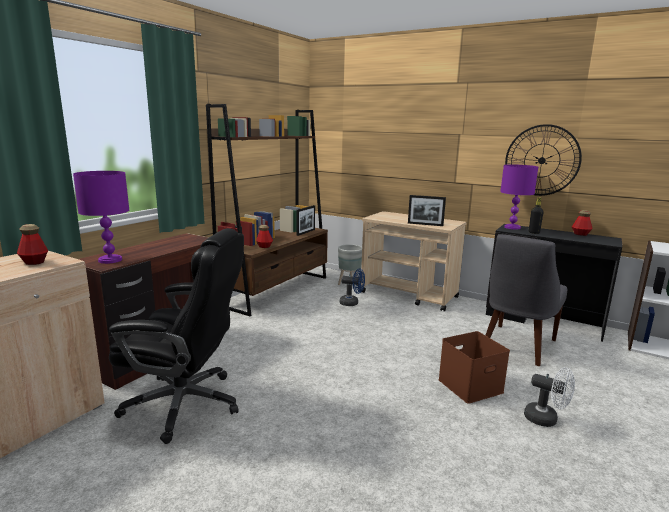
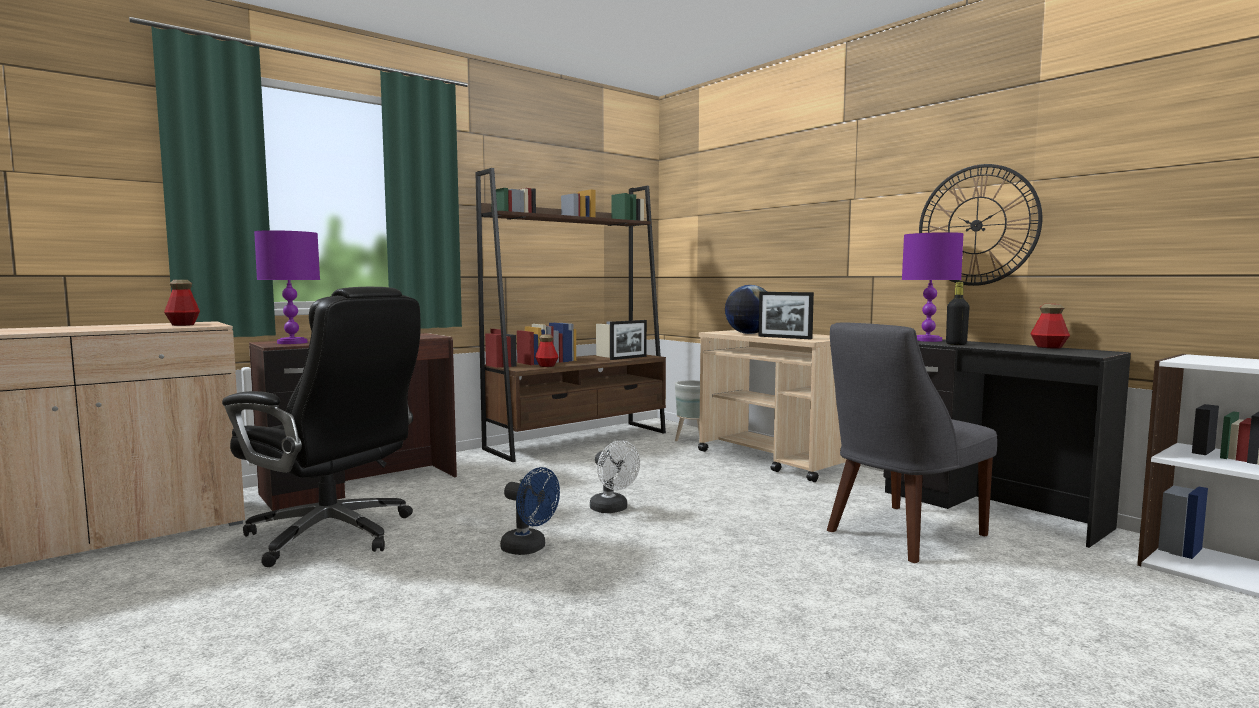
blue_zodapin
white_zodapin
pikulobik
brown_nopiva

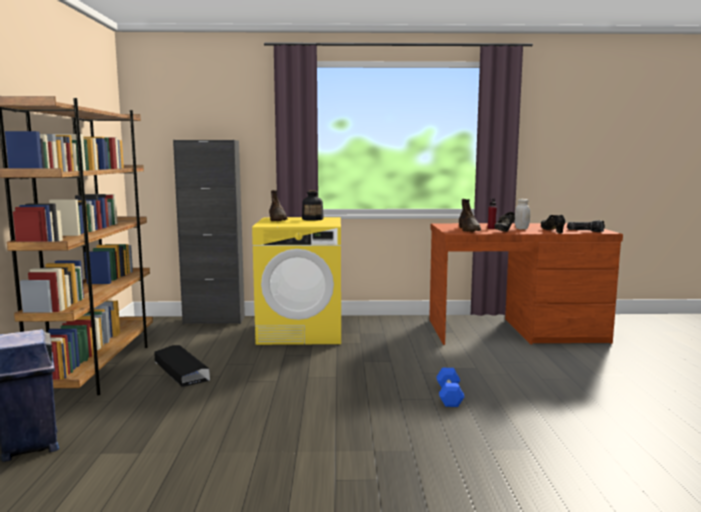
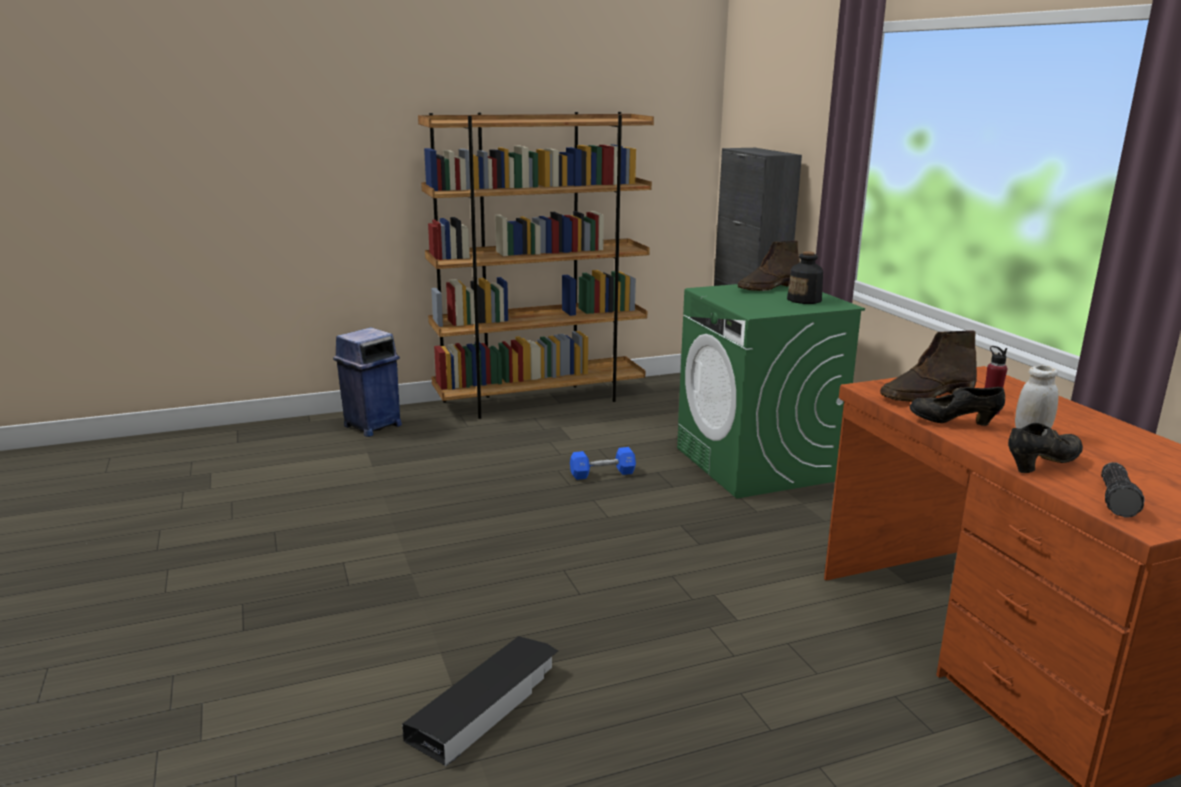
black_nopiva
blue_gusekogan
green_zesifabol

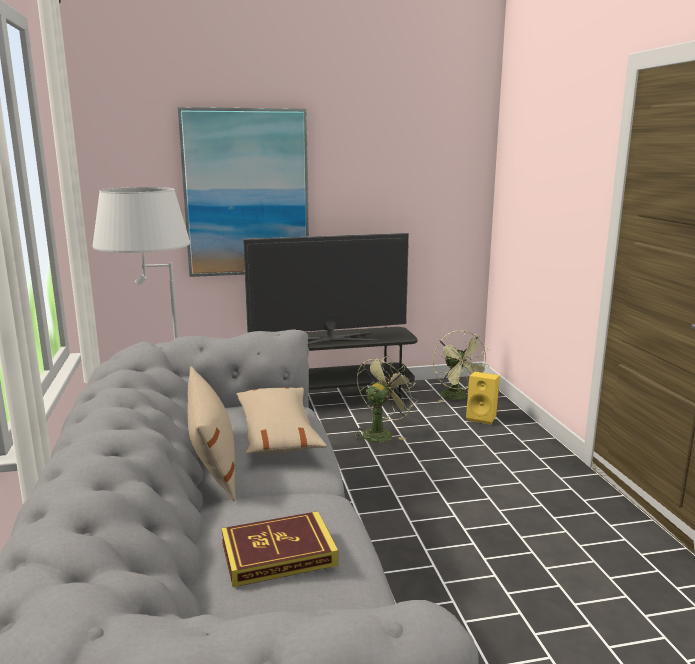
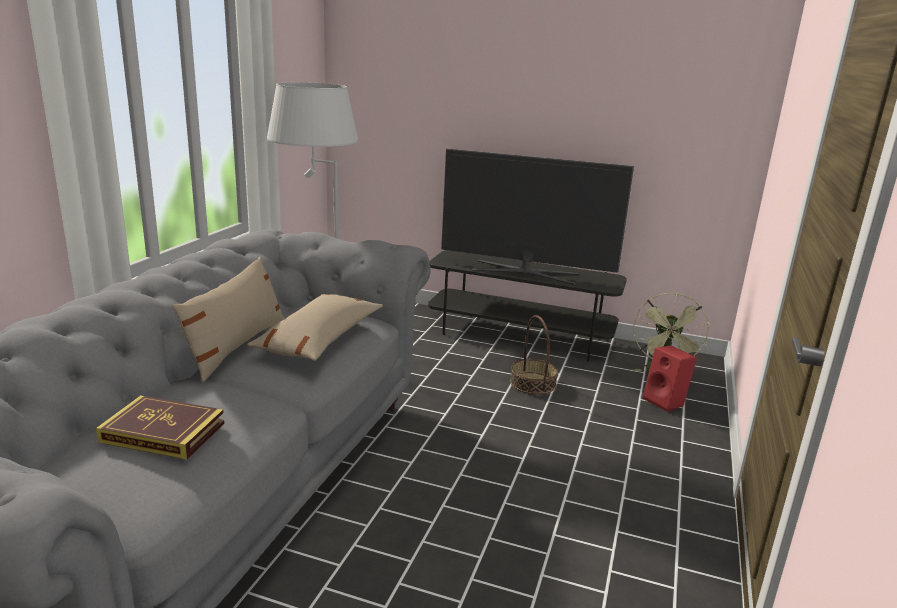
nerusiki
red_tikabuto
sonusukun

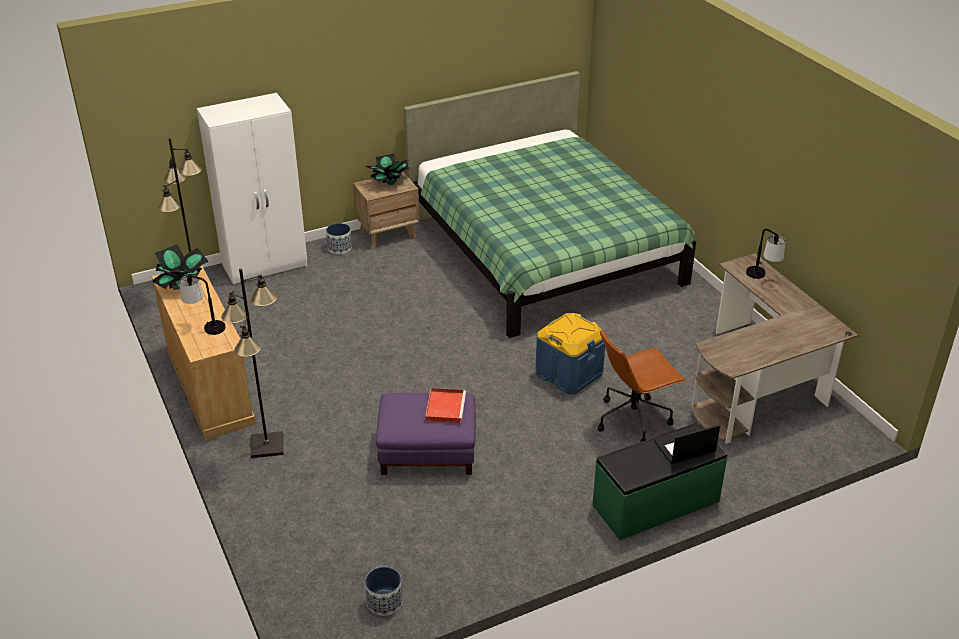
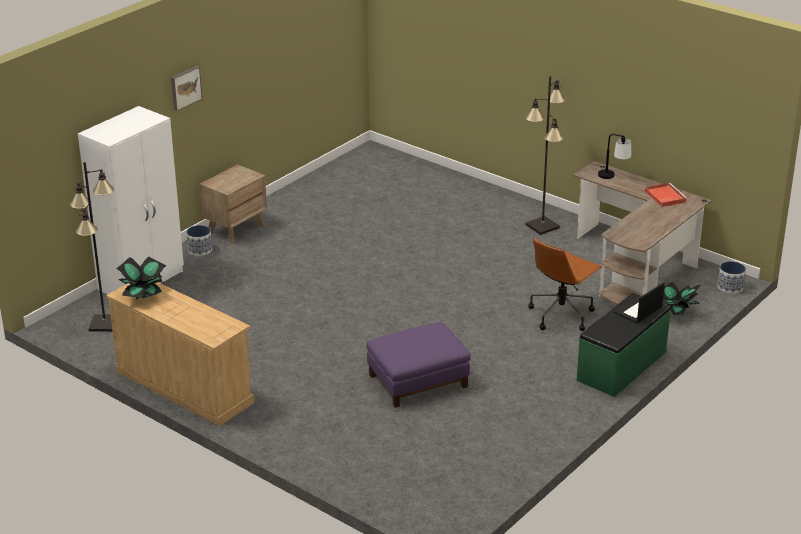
sonusukun
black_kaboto (2nd from left)
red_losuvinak
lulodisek (2nd from left)
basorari (2nd from left)
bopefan (1st from left in the first image)
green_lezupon
blue_nopiva

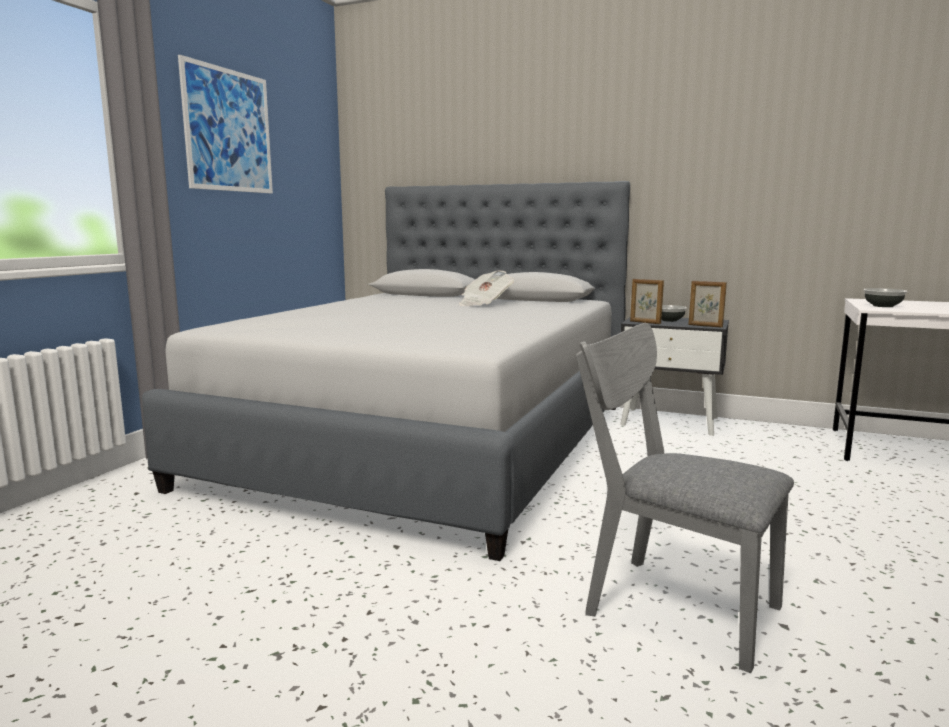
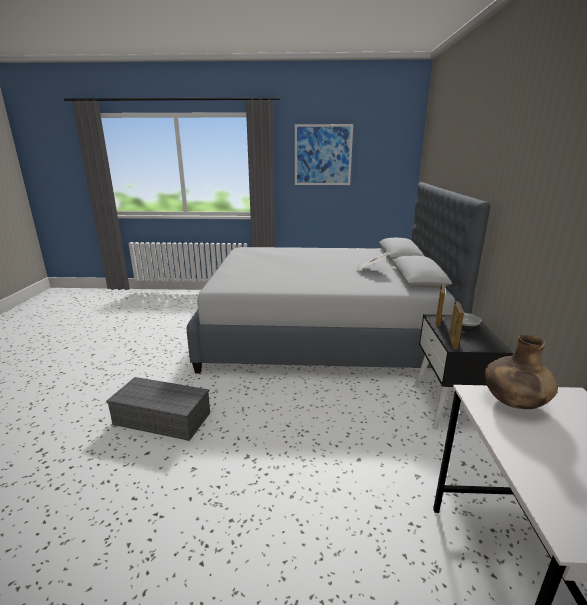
grey_nopiva
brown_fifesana

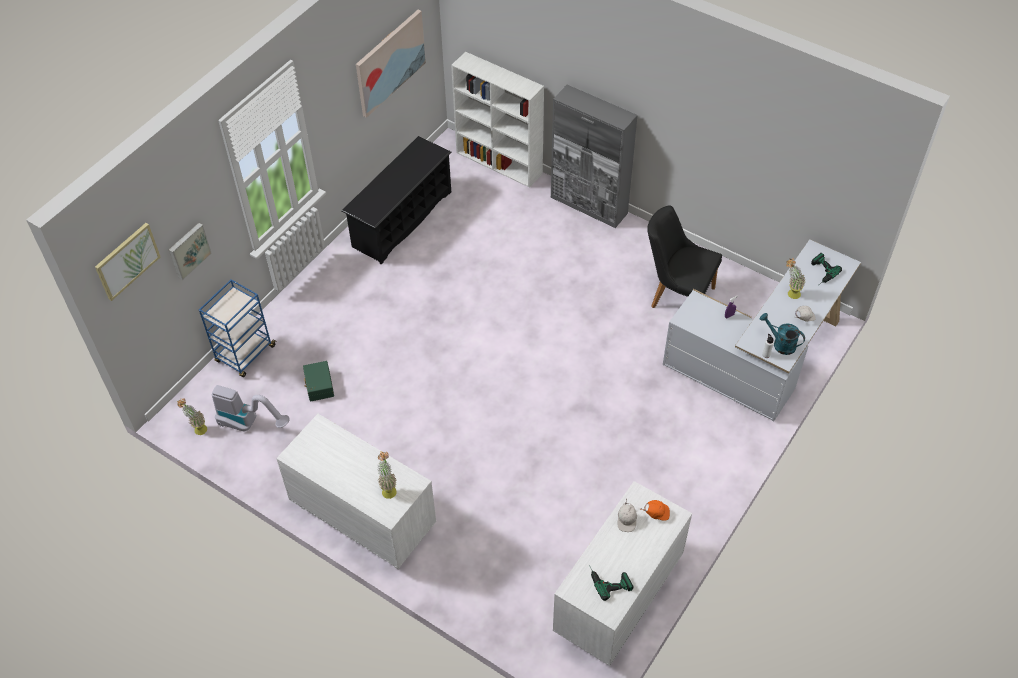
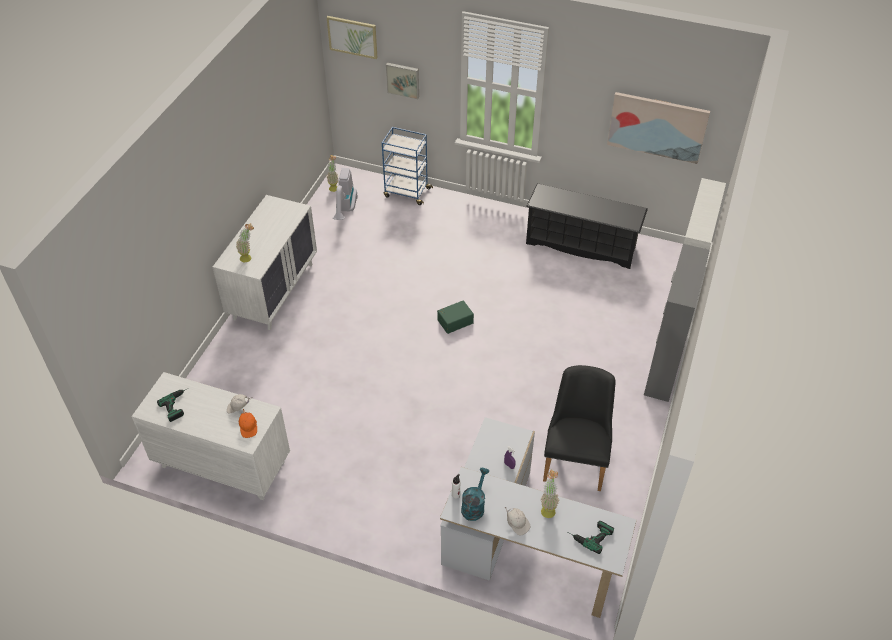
green_nopiva

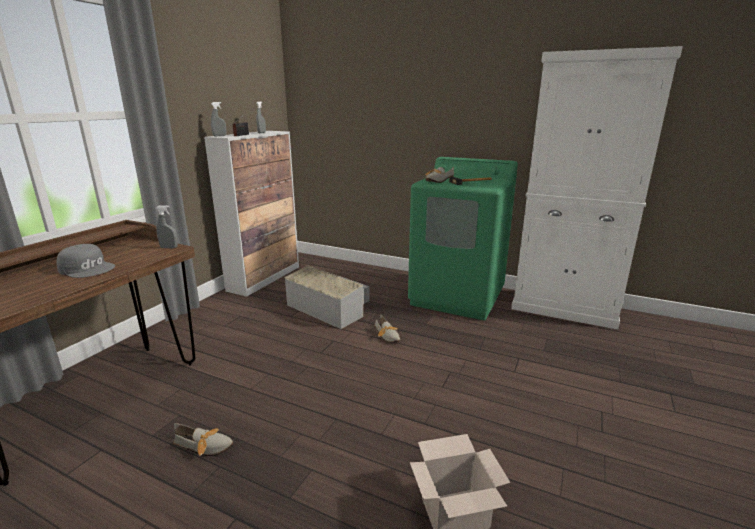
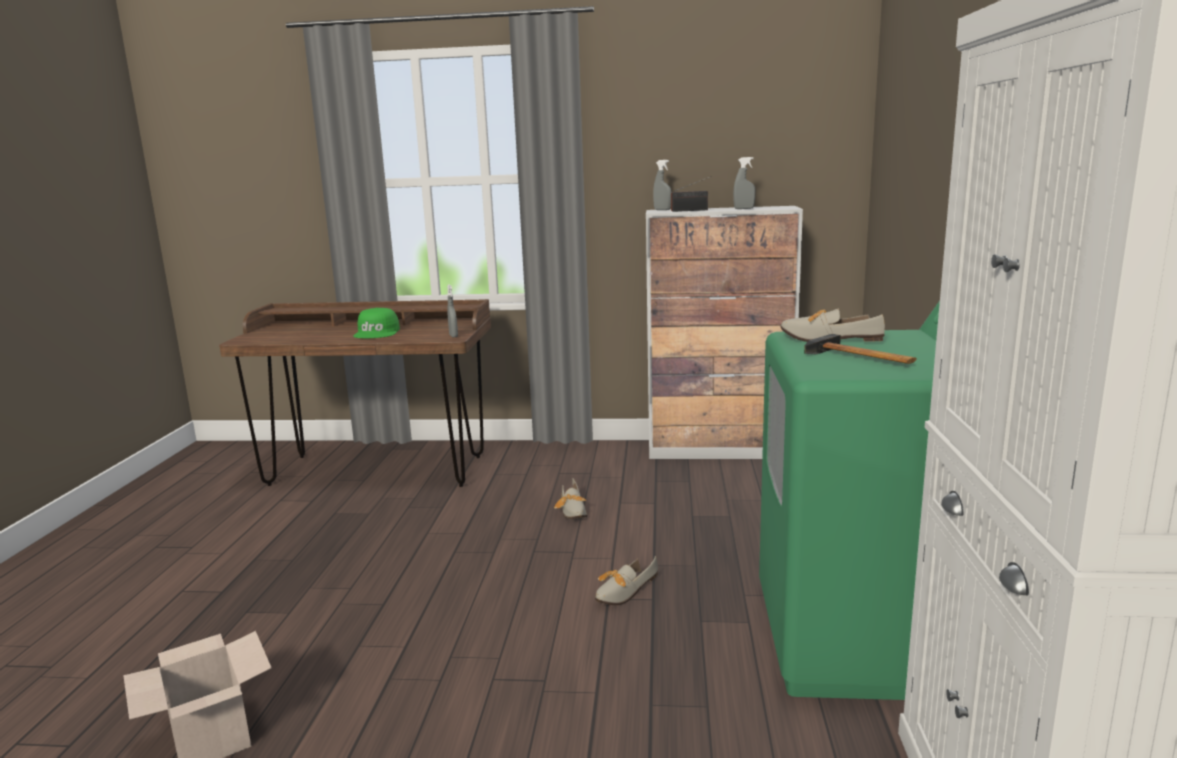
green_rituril
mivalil (1st from left)
grey_nopiva

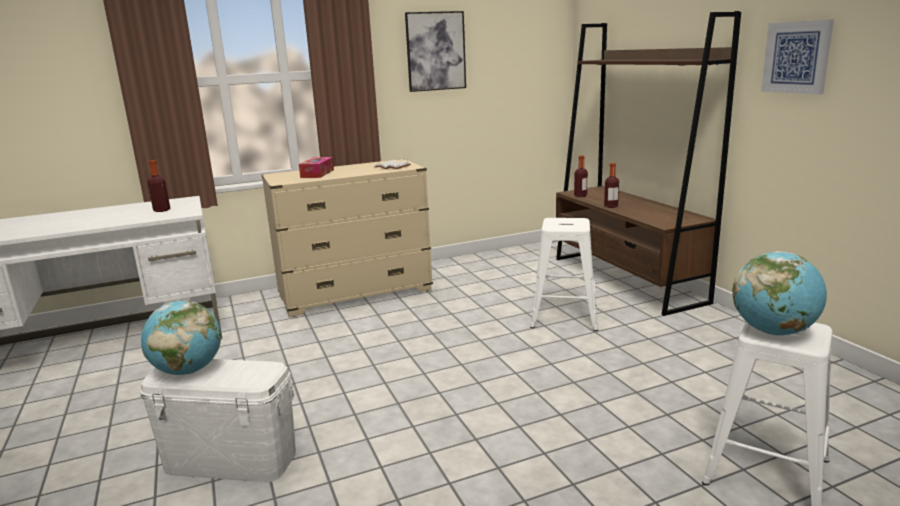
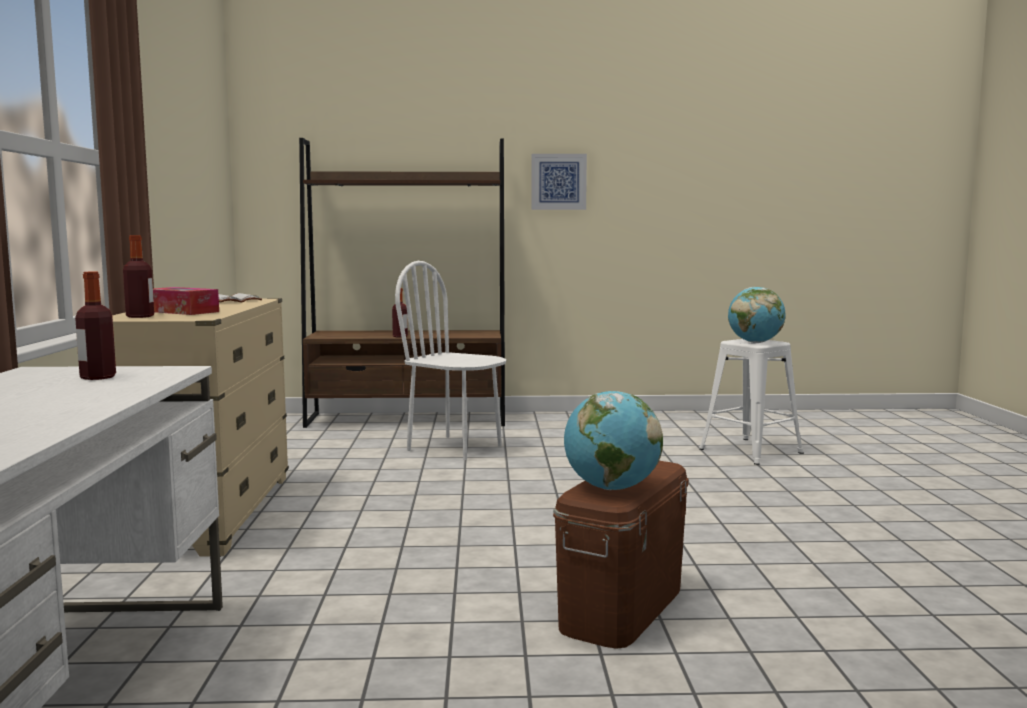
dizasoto (2nd from left)
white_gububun
brown_nopiva
sonusukun (1st from left in the first image)

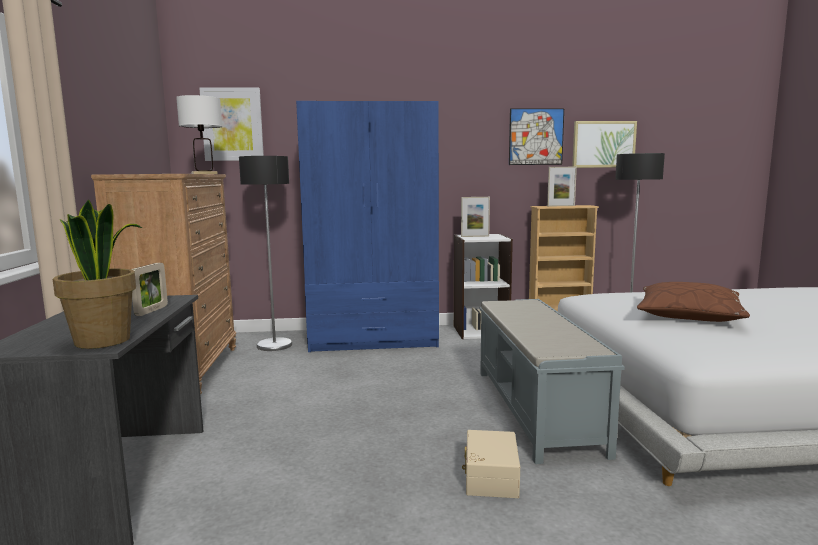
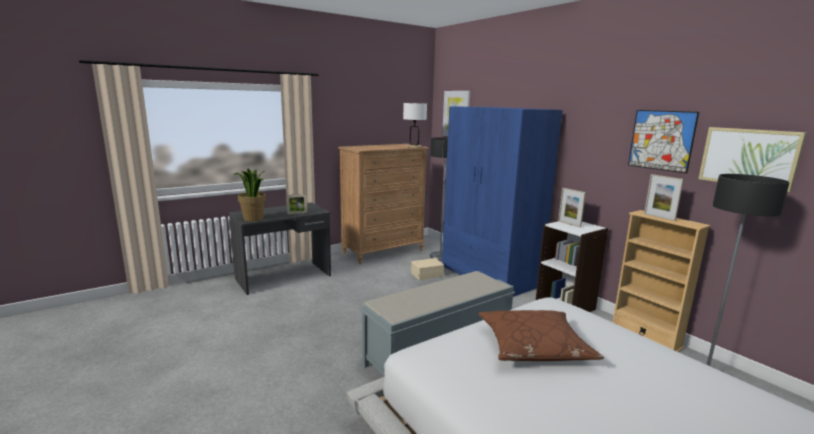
beige_nopiva

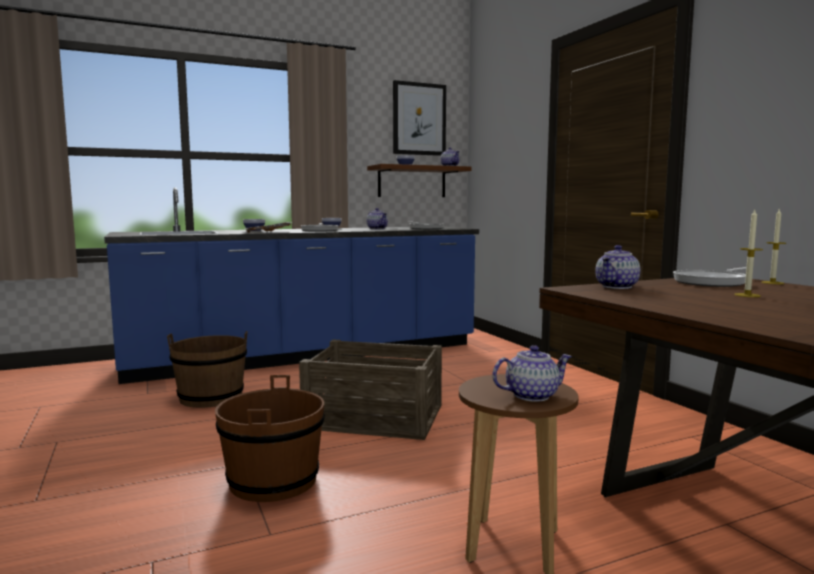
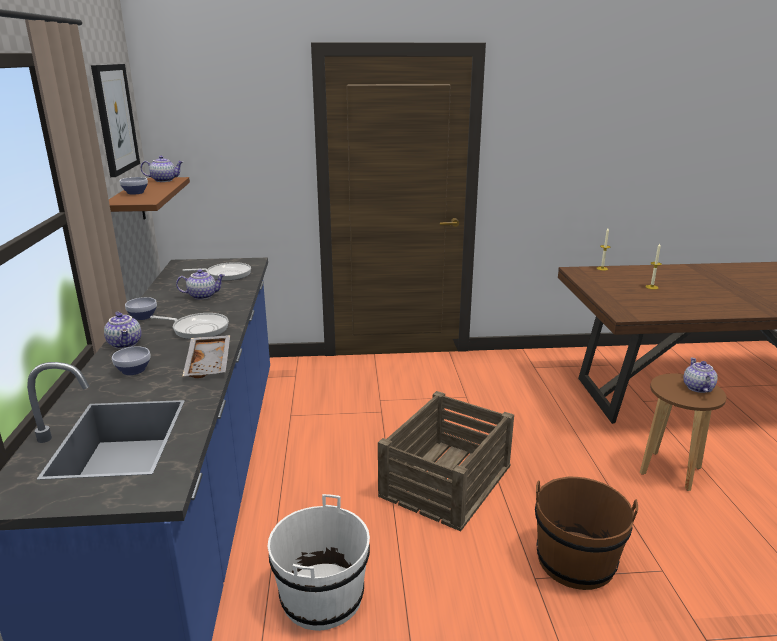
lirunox (1st from left)
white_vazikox
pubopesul (3rd from left in the first image)

